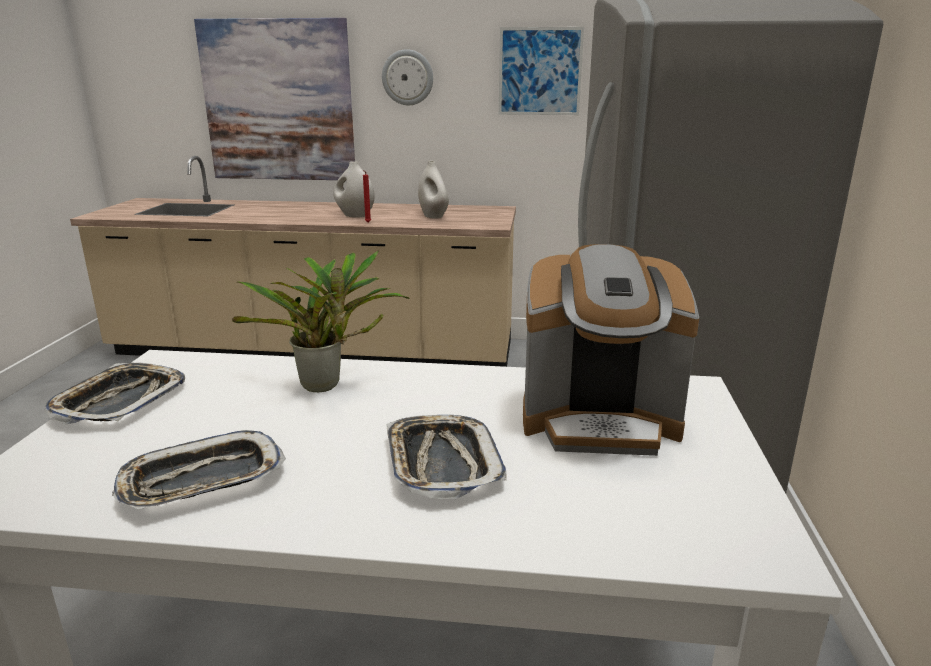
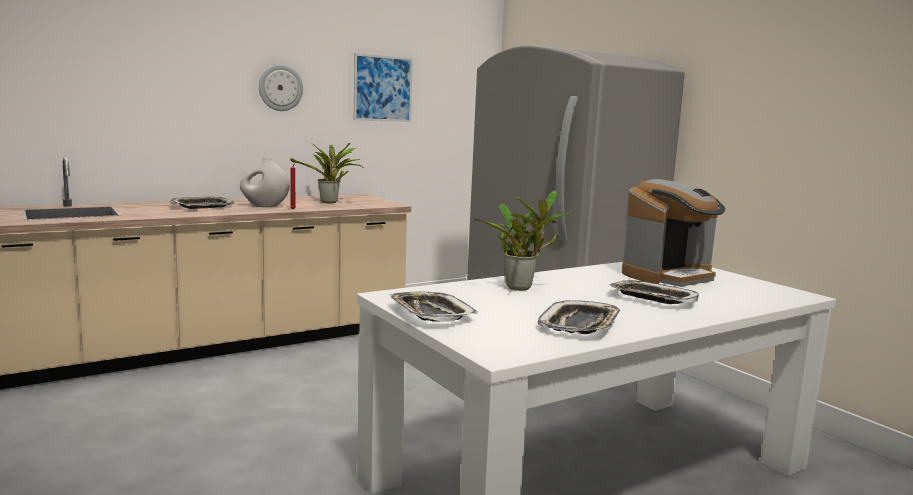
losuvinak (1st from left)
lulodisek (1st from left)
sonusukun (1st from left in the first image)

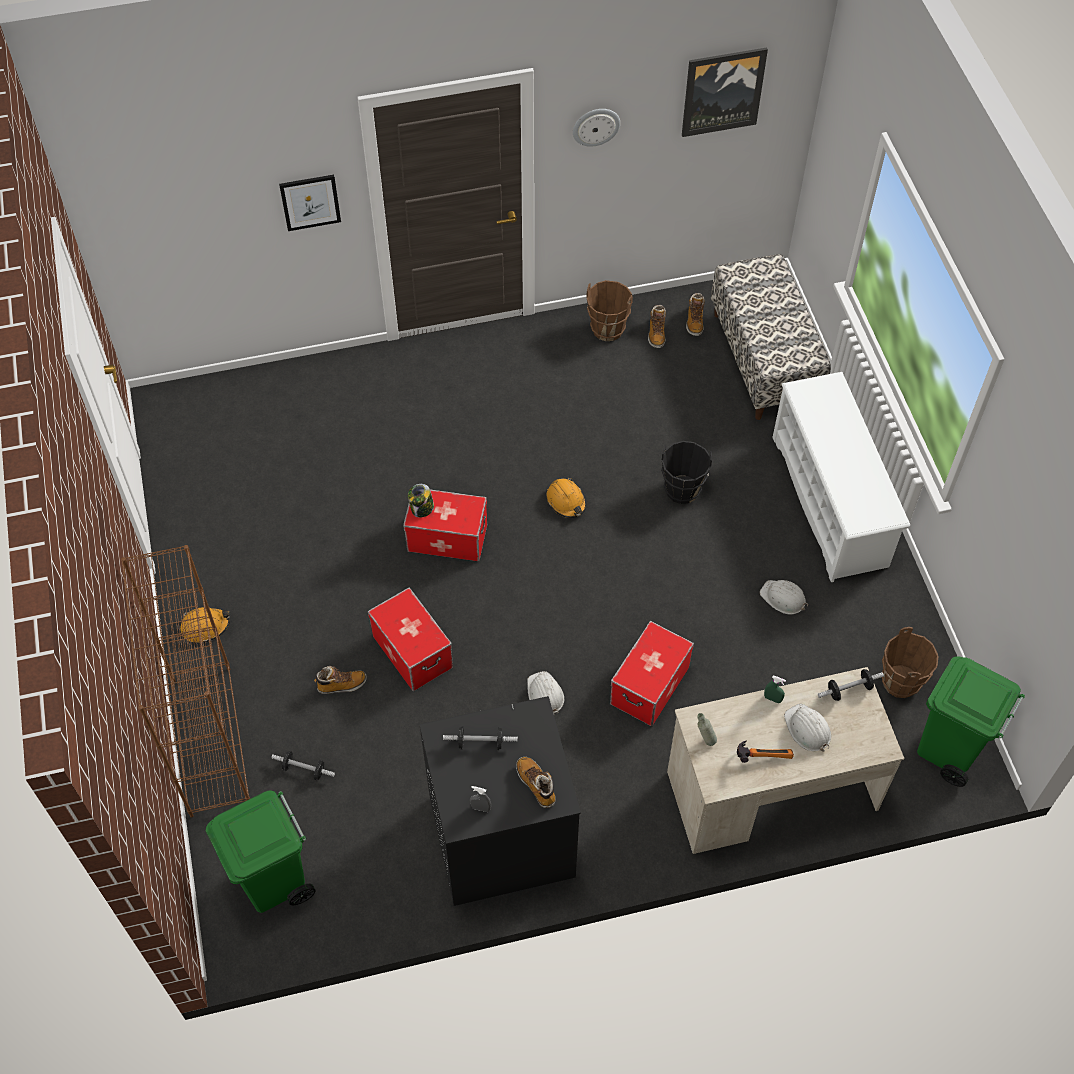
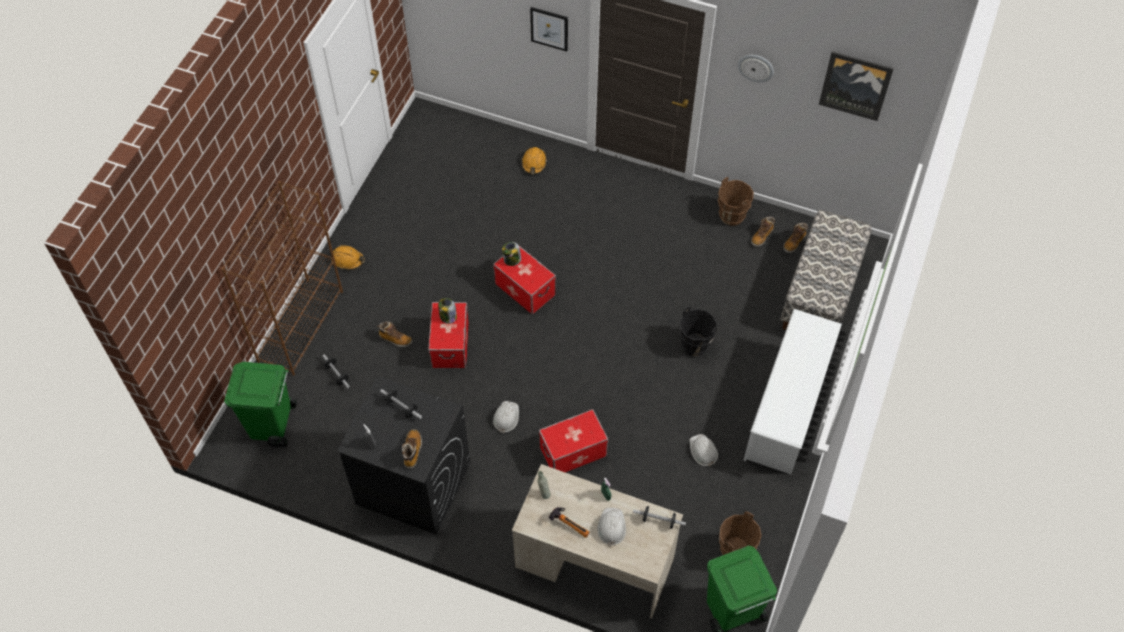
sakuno (1st from left)
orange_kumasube (2nd from left)

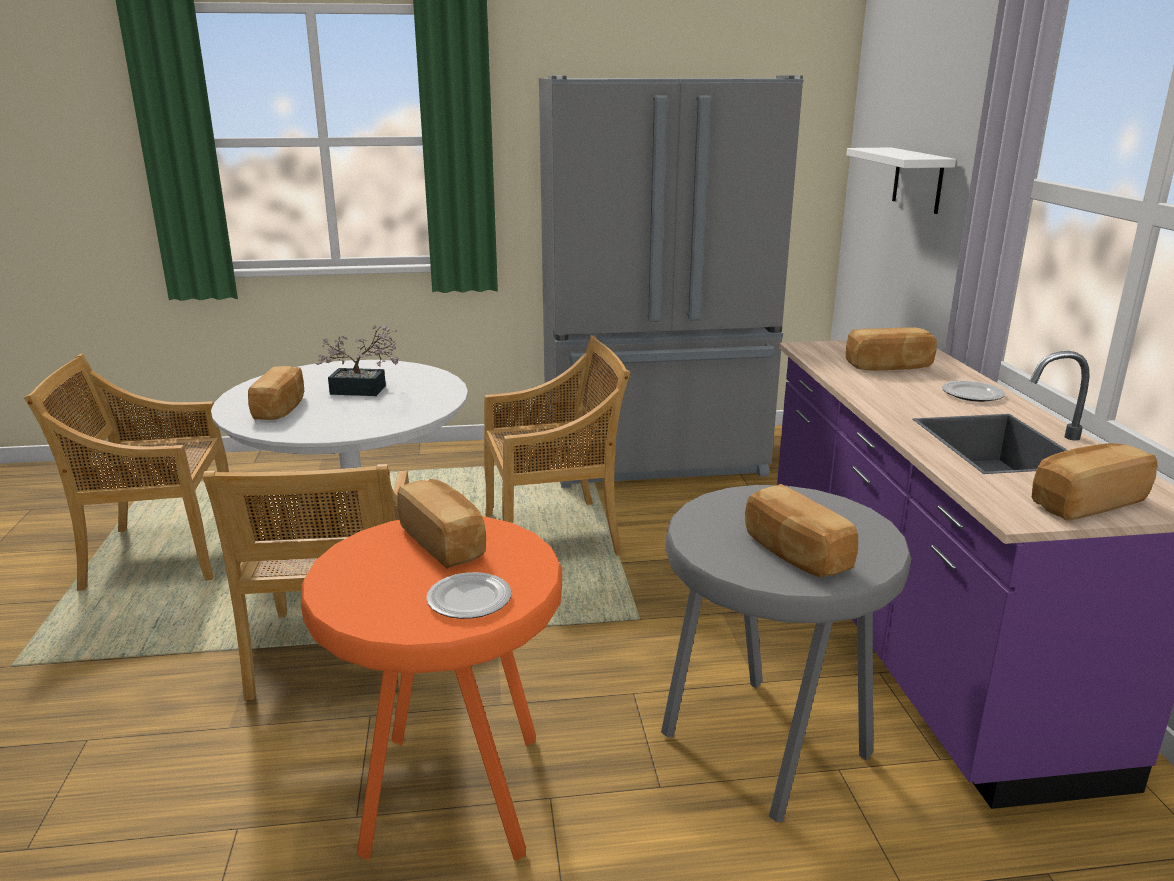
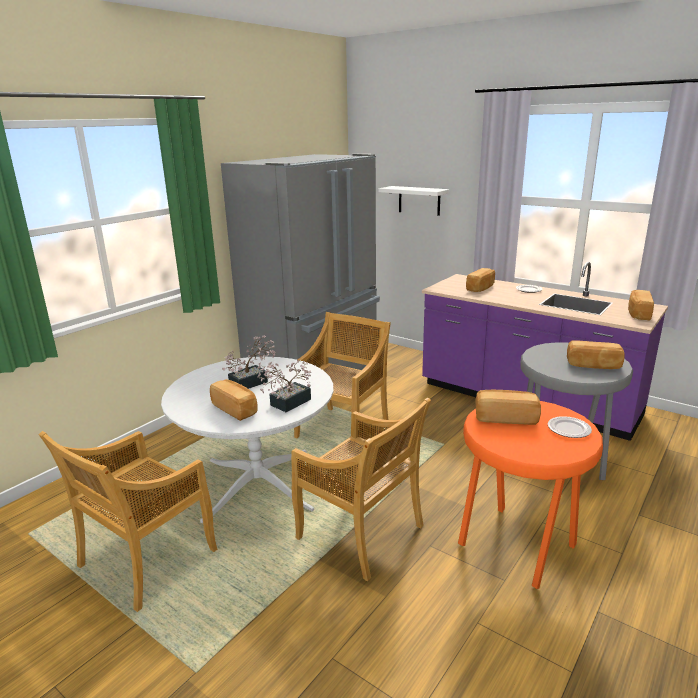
lulodisek (2nd from left)

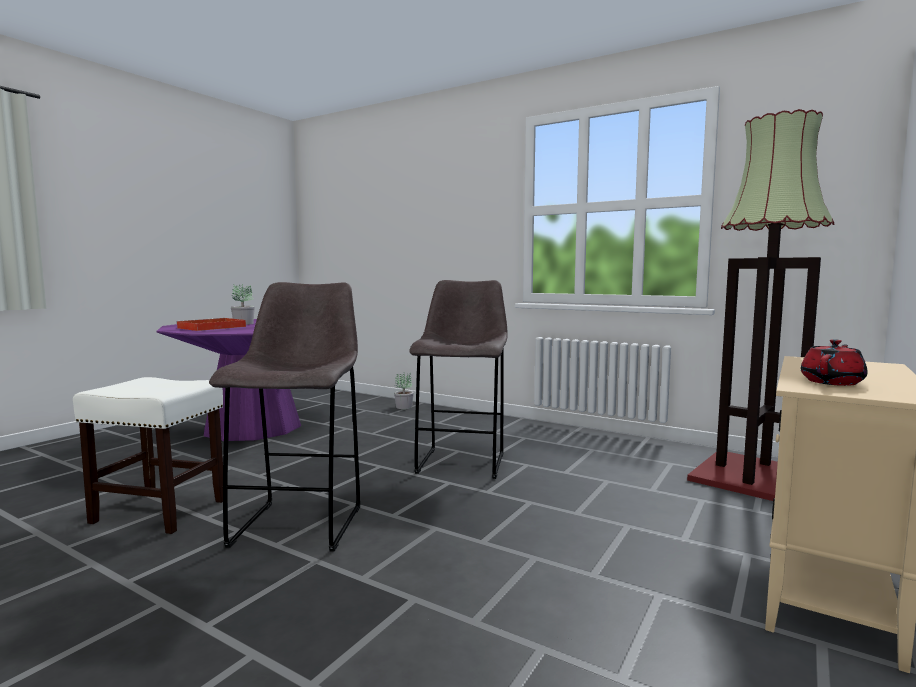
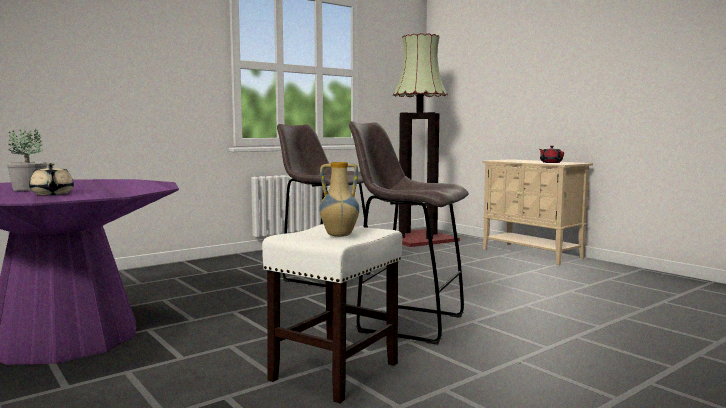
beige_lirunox
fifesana
lulodisek (2nd from left in the first image)

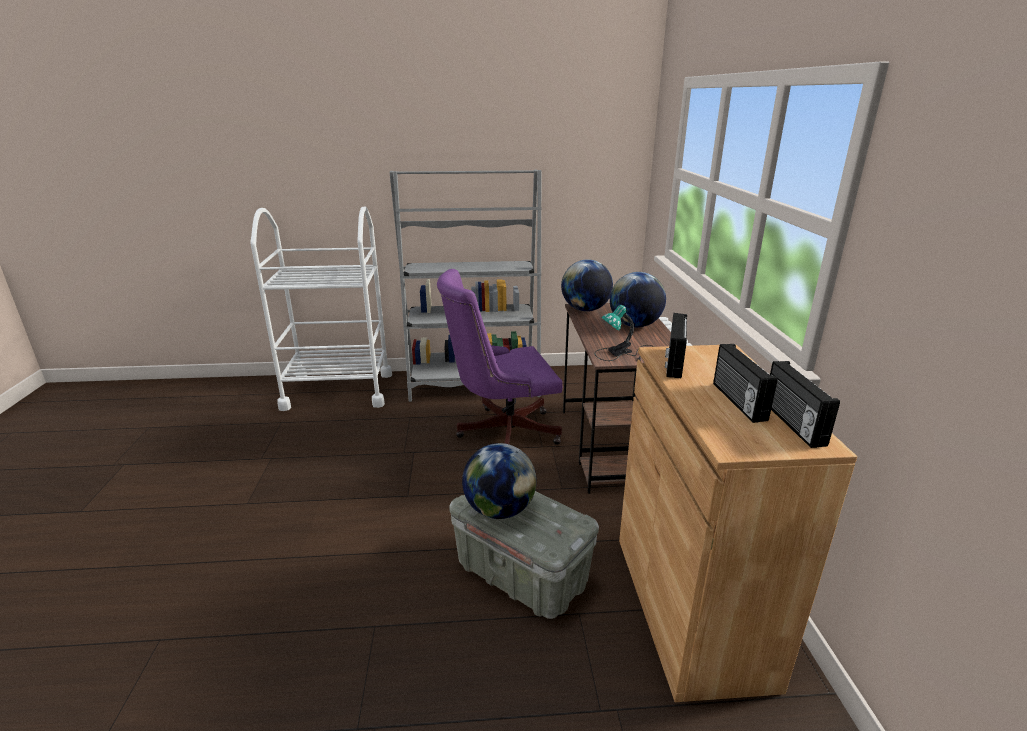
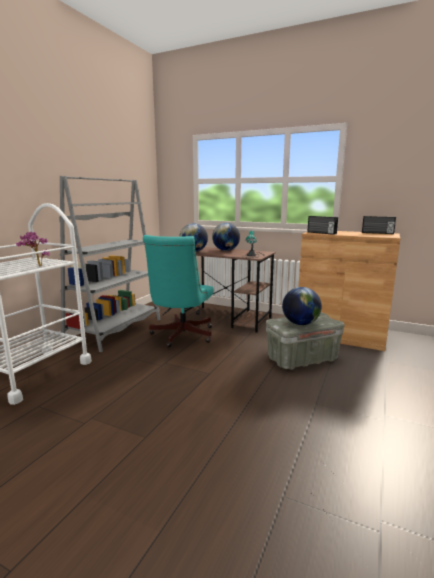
lulodisek
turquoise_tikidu
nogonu (2nd from left in the first image)

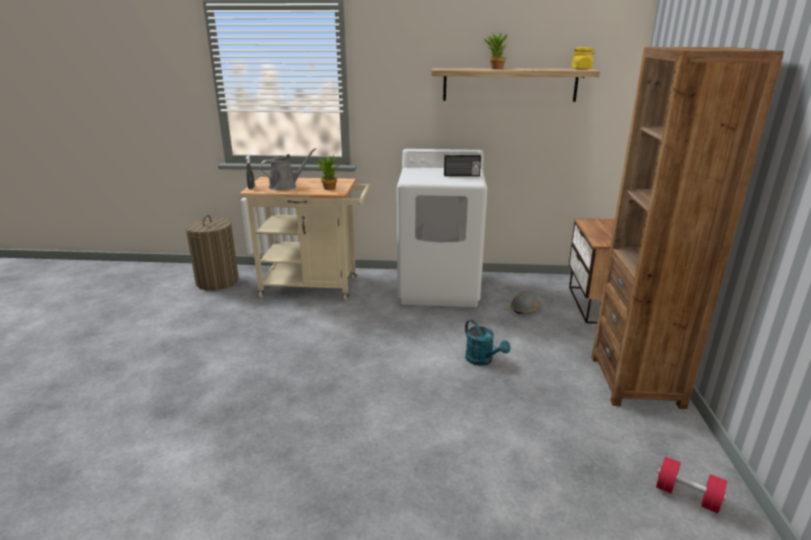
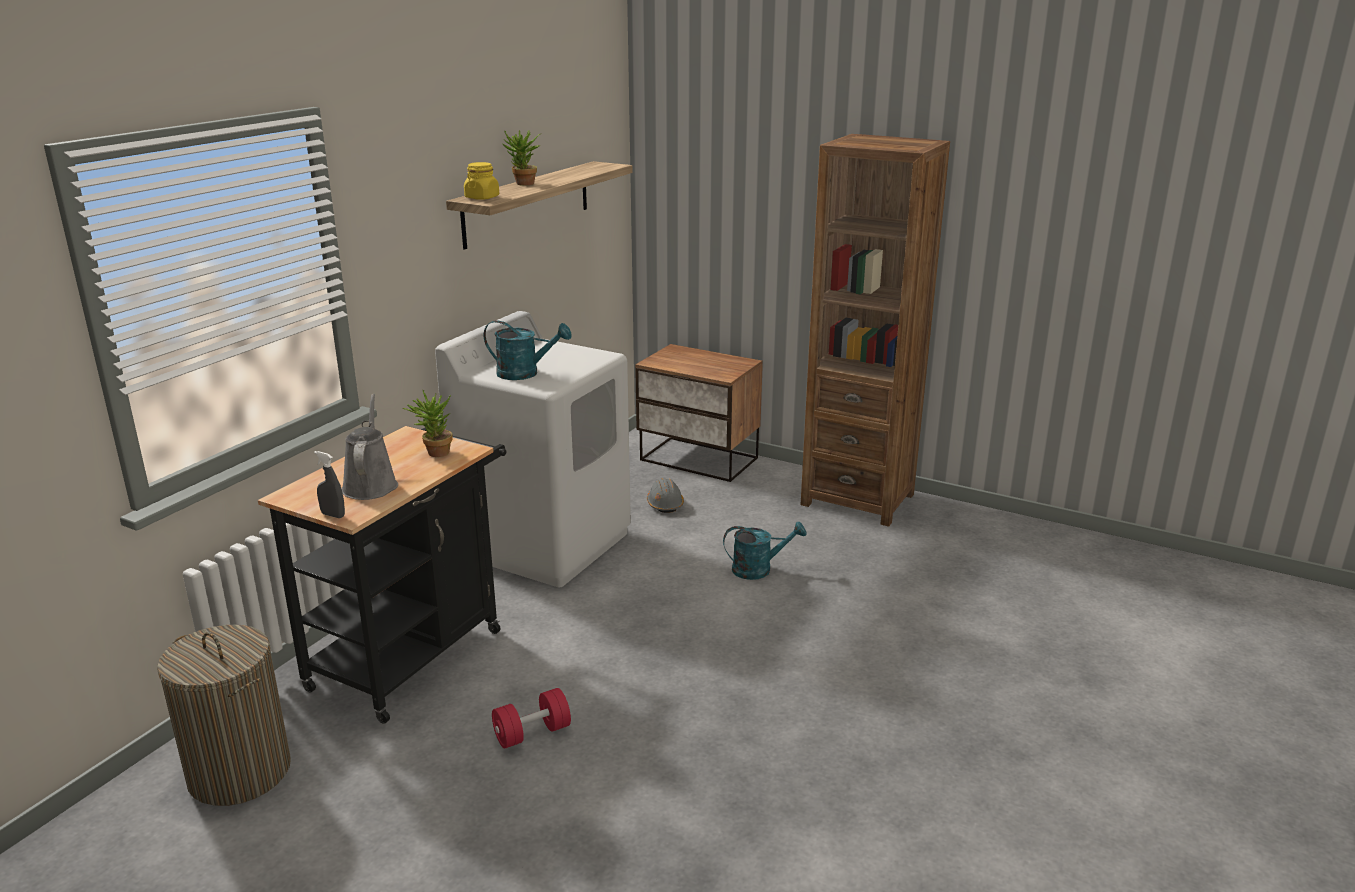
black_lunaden
yellow_sakuno
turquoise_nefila (1st from left)
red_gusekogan
nogonu

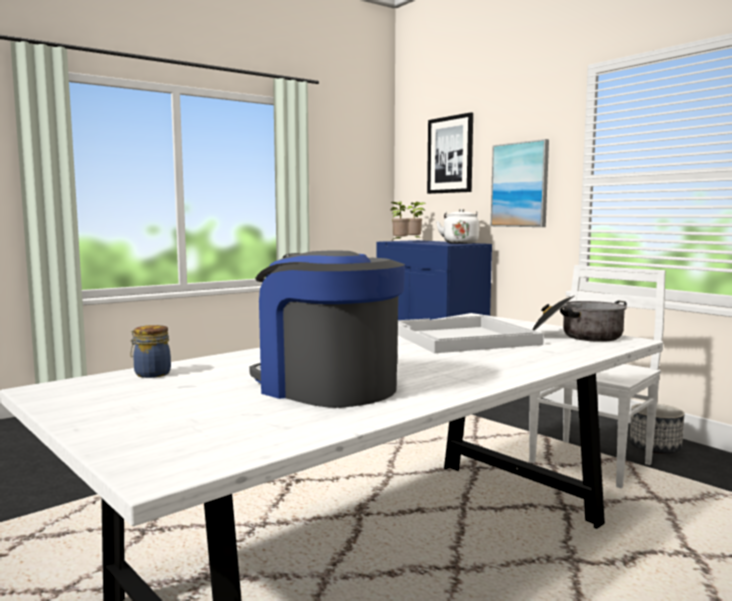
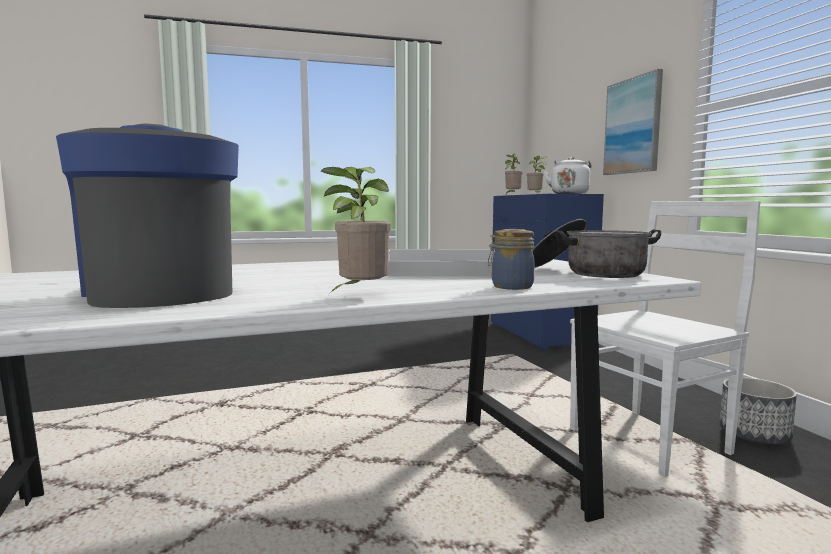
lulodisek (1st from left)
sakuno
sonusukun (1st from left in the first image)

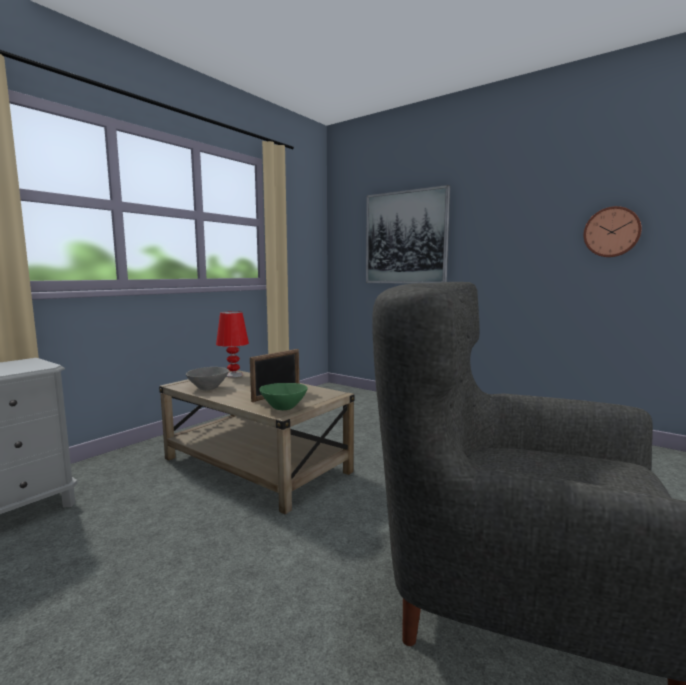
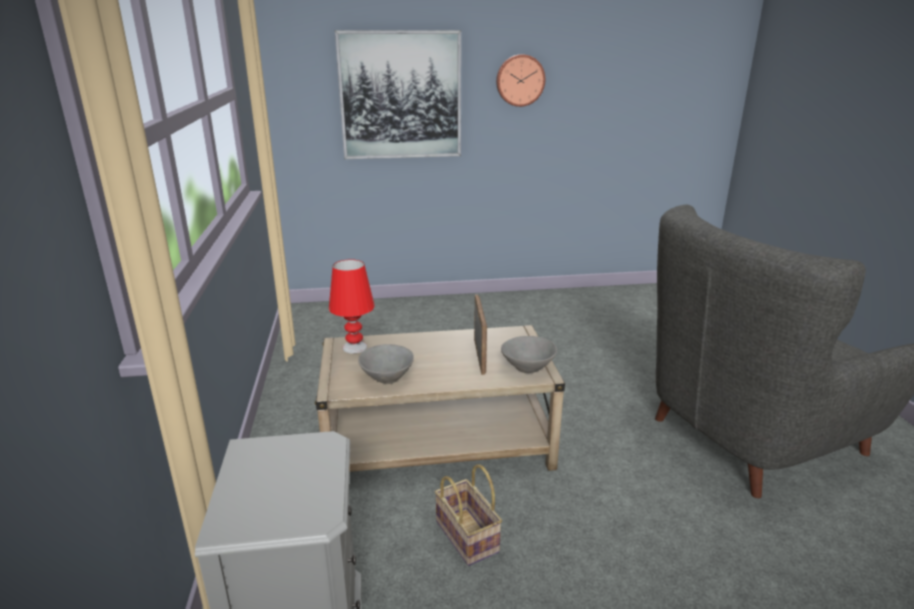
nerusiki
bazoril
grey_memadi (2nd from left)

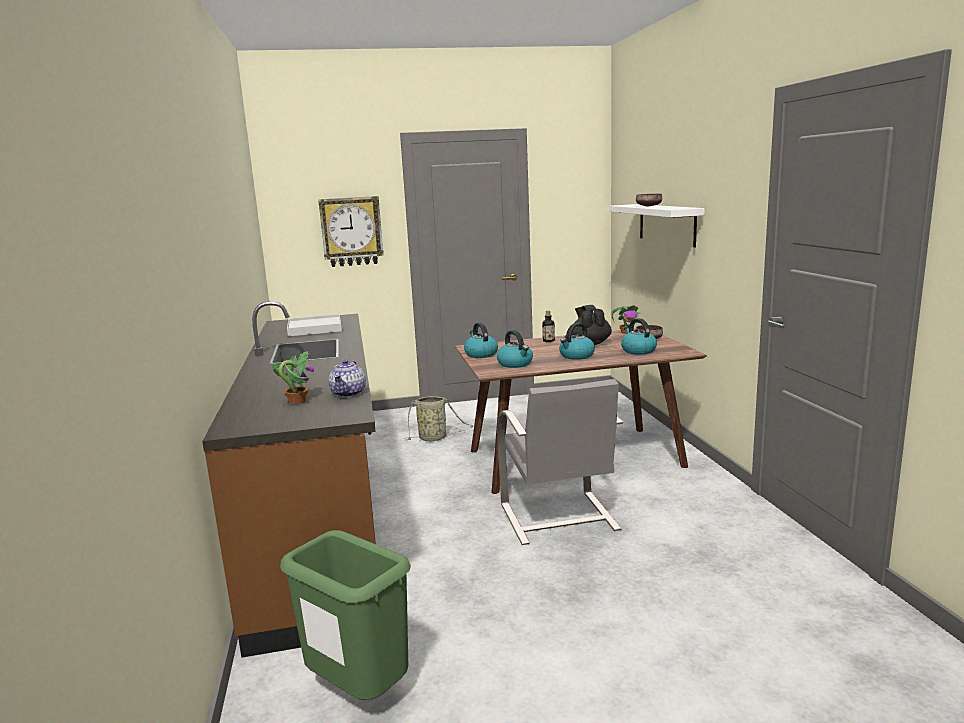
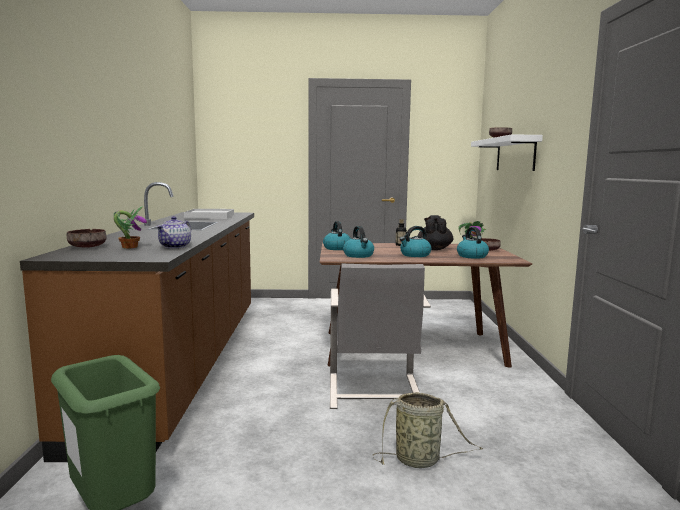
brown_memadi (1st from left)
nerusiki
bazoril

